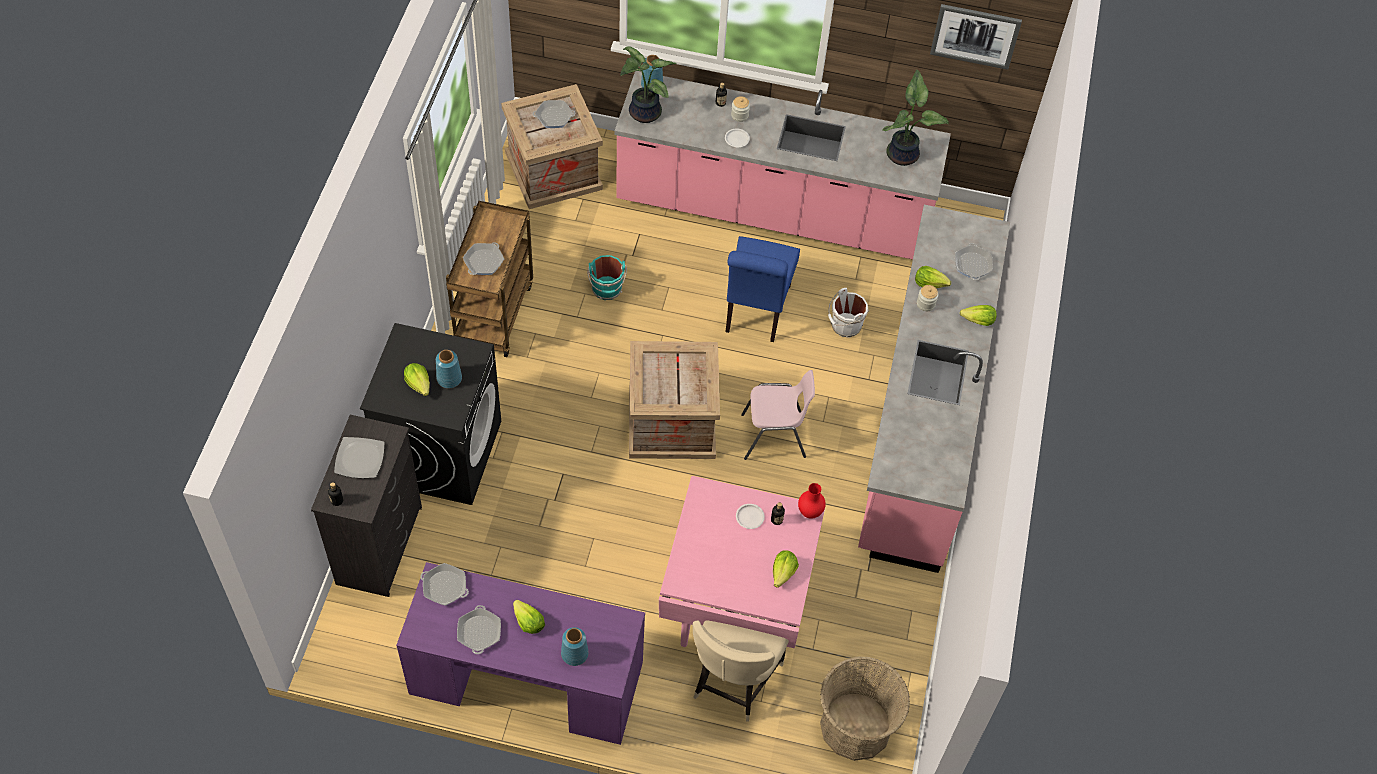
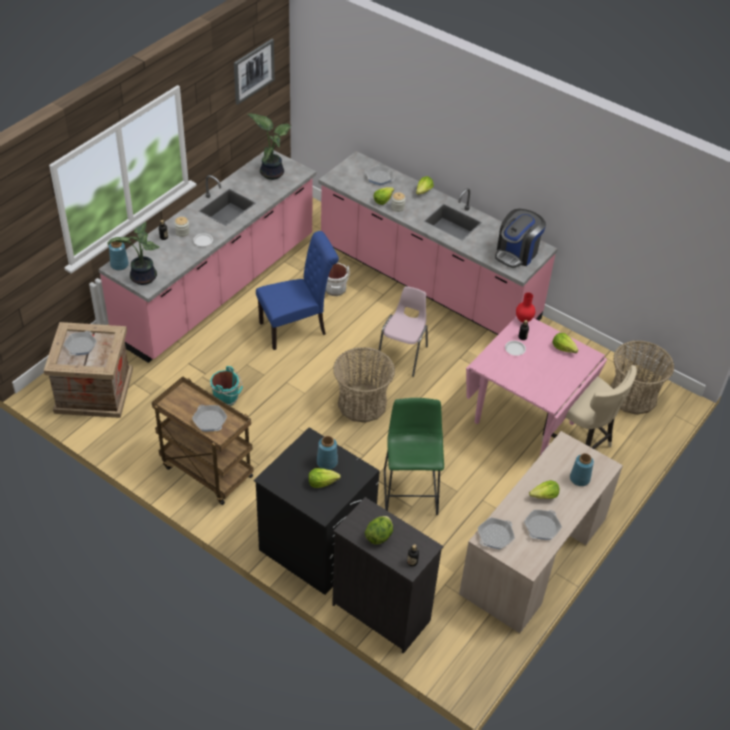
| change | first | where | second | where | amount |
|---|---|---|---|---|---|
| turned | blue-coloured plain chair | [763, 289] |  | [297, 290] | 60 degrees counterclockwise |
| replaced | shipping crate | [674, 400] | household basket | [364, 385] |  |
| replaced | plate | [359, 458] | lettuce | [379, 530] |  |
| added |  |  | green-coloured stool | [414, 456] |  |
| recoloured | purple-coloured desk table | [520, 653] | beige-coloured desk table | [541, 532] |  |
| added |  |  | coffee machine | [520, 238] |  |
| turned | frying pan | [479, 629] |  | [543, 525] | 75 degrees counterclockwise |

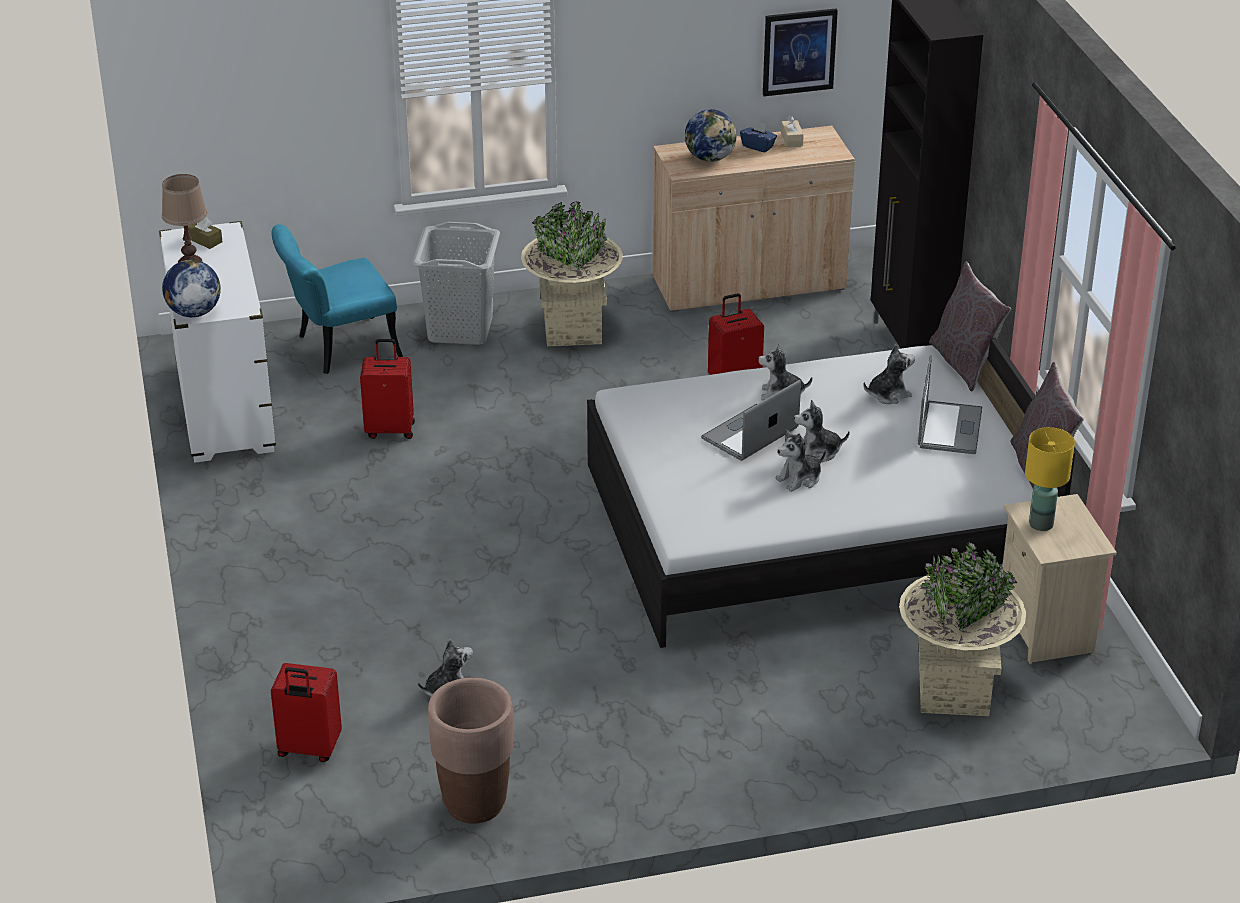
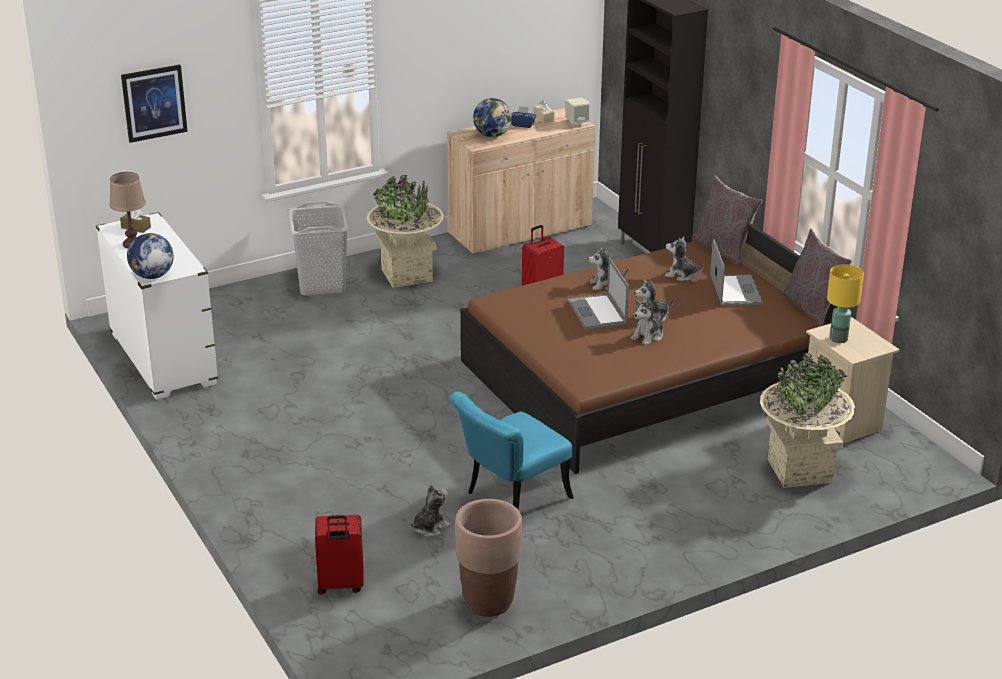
| change | first | where | second | where | amount |
|---|---|---|---|---|---|
| moved | wall art | [800, 52] |  | [154, 104] |  |
| moved | turquoise plain chair | [337, 299] |  | [512, 451] |  |
| recoloured | white-coloured sleeping bed | [831, 493] | brownish sleeping bed | [649, 349] |  |
| added |  |  | beige-coloured audio speaker | [577, 113] |  |
| turned | laptop | [751, 420] |  | [598, 293] | 45 degrees counterclockwise |
| turned | soft toy | [889, 374] |  | [684, 258] | 120 degrees counterclockwise |
| removed | red travel case | [387, 389] |  |  |  |

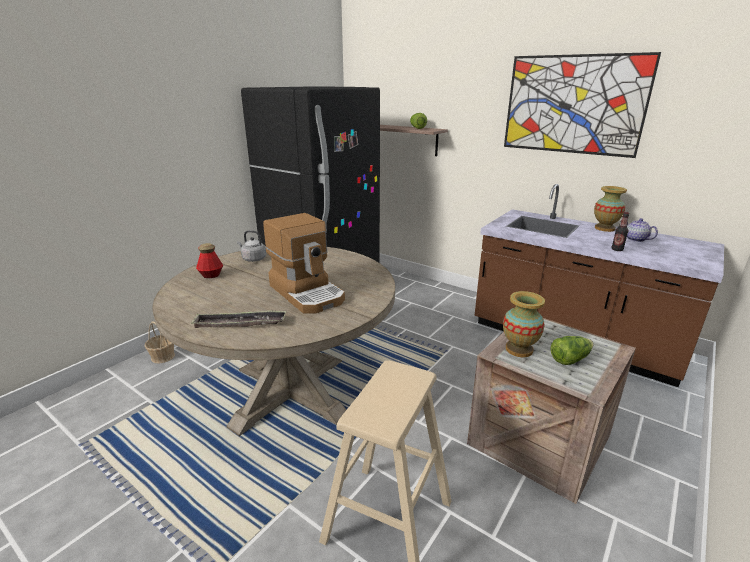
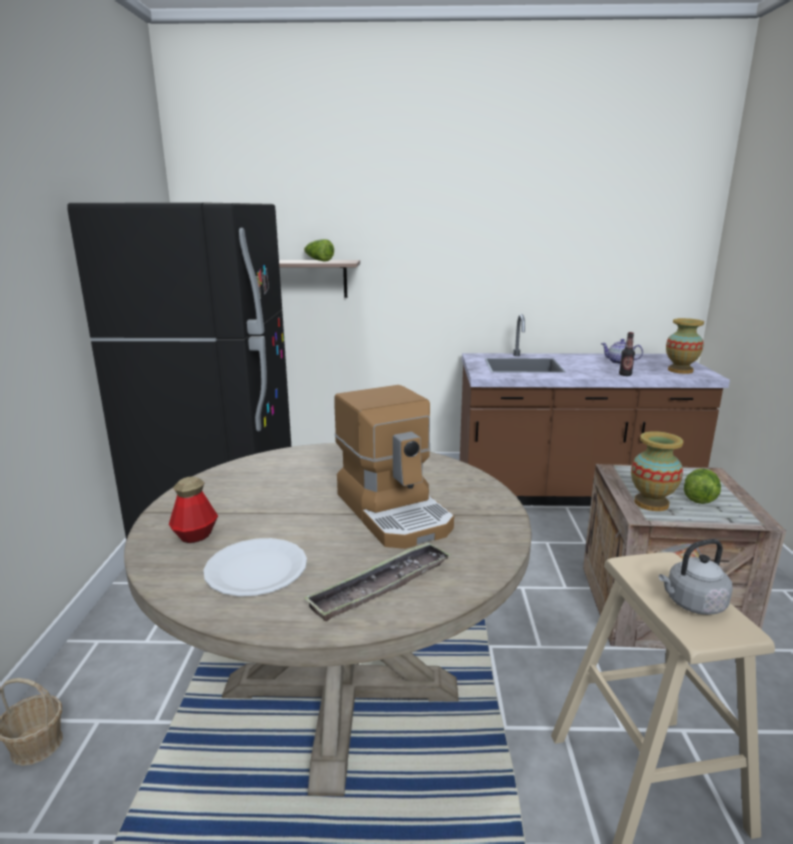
| change | first | where | second | where | amount |
|---|---|---|---|---|---|
| added |  |  | white-coloured plate | [255, 567] |  |
| turned | coffee machine | [304, 263] |  | [394, 467] | 45 degrees clockwise |
| moved | greyish water kettle | [251, 246] |  | [695, 577] |  |
| moved | decorative vase | [610, 209] |  | [685, 346] |  |
| removed | wall art | [582, 105] |  |  |  |

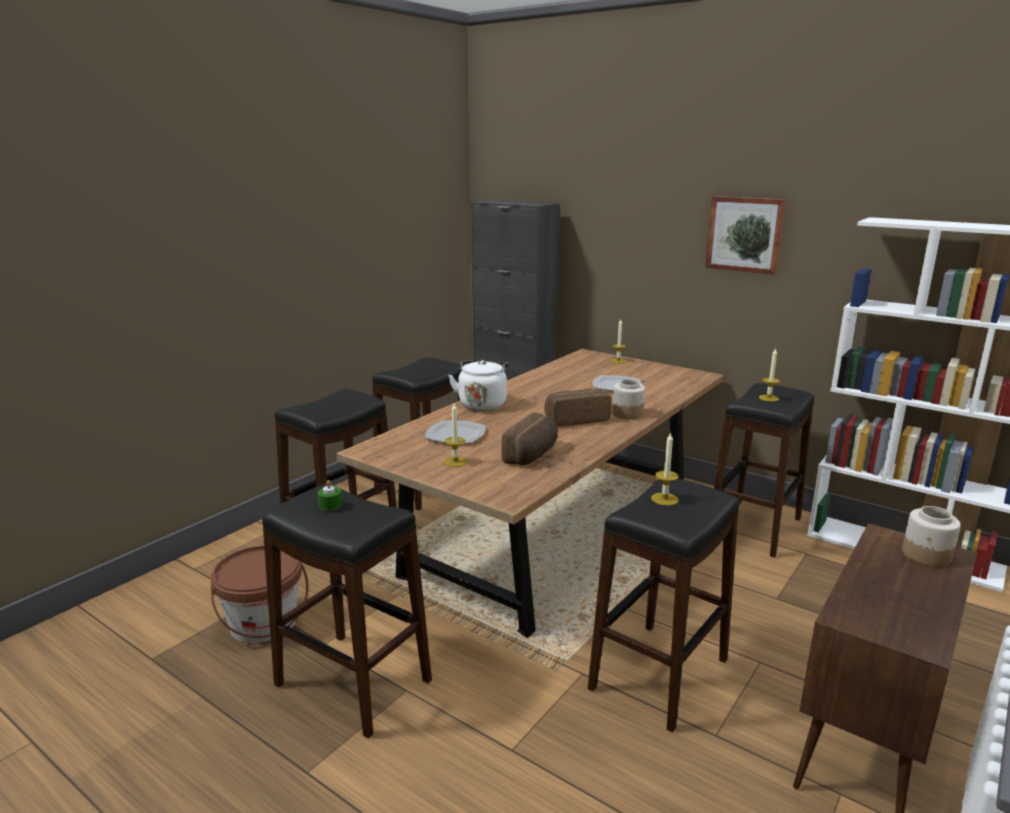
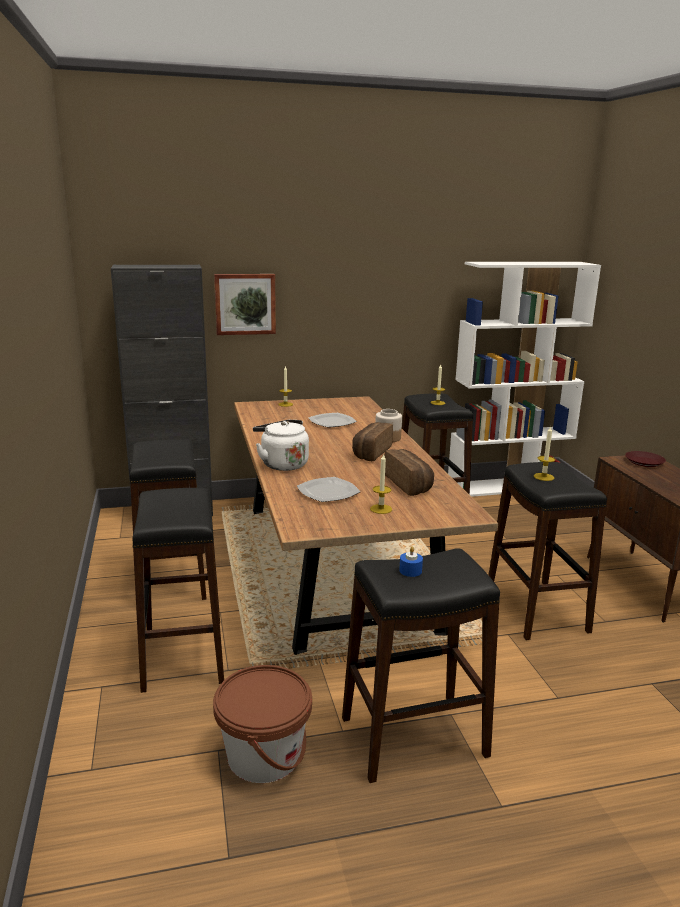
| change | first | where | second | where | amount |
|---|---|---|---|---|---|
| moved | wall art | [745, 235] |  | [245, 304] |  |
| recoloured | green-coloured candle | [330, 495] | blue-coloured candle | [411, 562] |  |
| replaced | preserve jar | [931, 536] | brownish plate | [645, 459] |  |

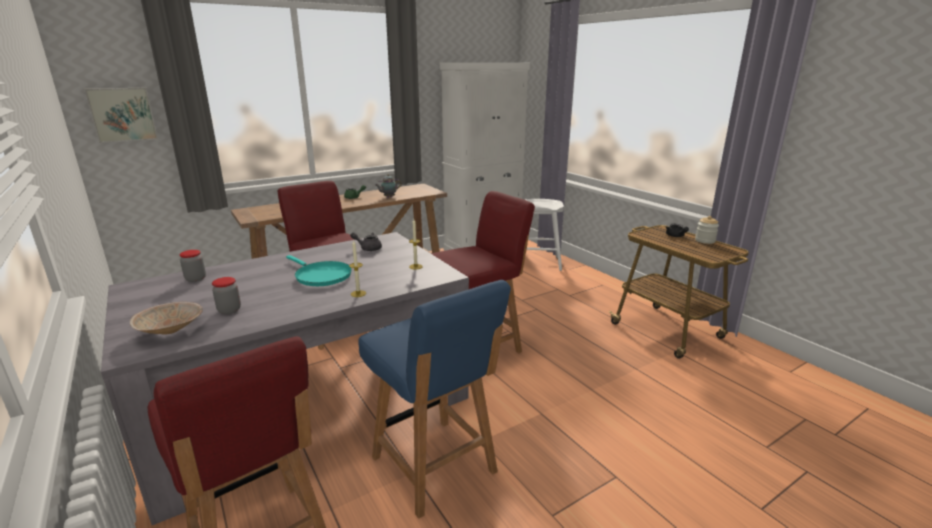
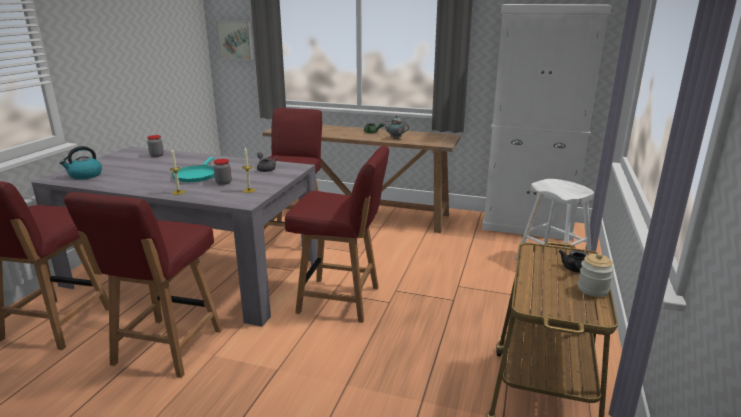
| change | first | where | second | where | amount |
|---|---|---|---|---|---|
| replaced | beige-coloured bowl | [166, 318] | water kettle | [80, 163] |  |
| recoloured | blue-coloured plain chair | [434, 399] | red plain chair | [143, 285] |  |
| moved | preserve jar | [226, 295] |  | [223, 172] |  |

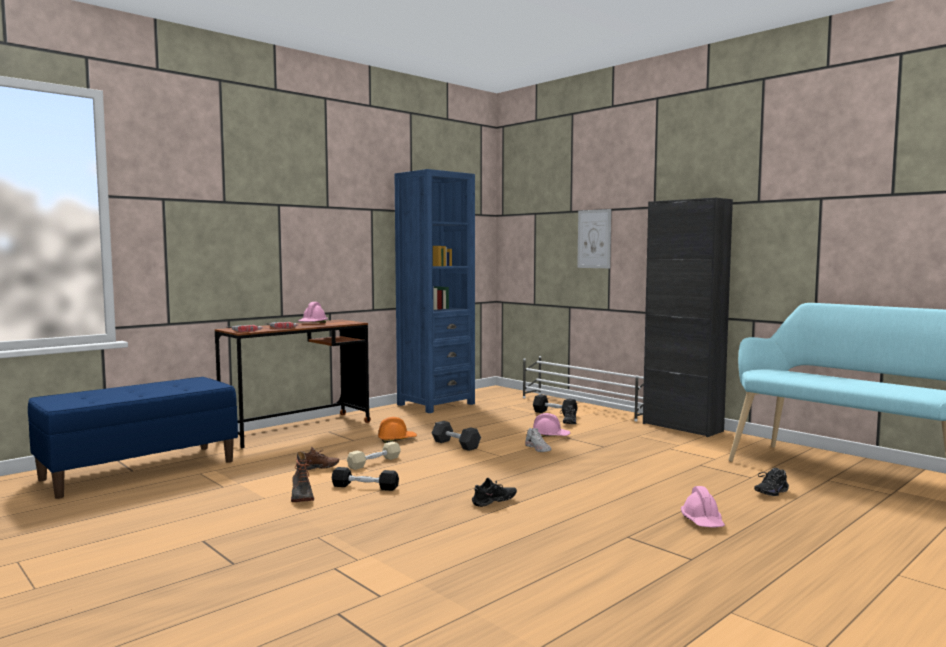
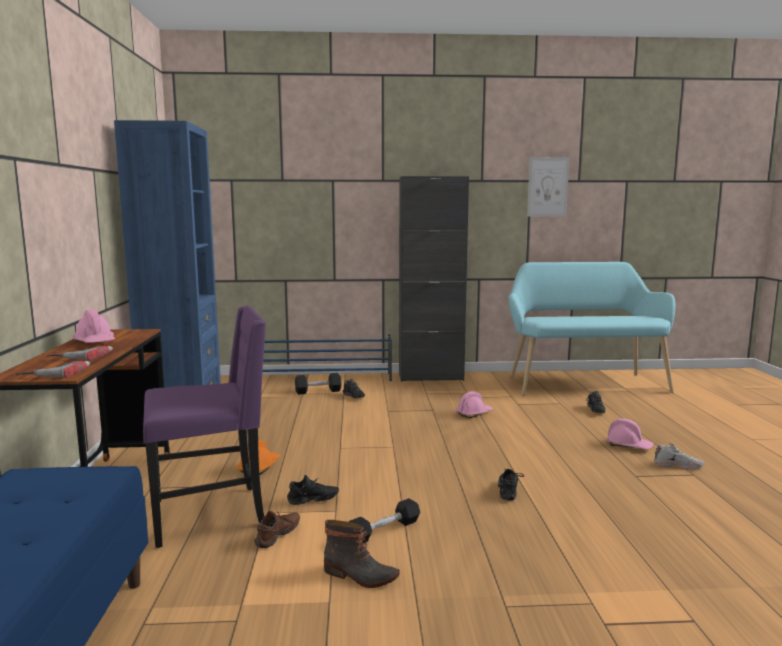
| change | first | where | second | where | amount |
|---|---|---|---|---|---|
| added |  |  | purple-coloured plain chair | [204, 427] |  |
| recoloured | white-coloured shoe rack | [583, 388] | blue-coloured shoe rack | [327, 357] |  |
| replaced | beige-coloured free weight | [374, 456] | black-coloured low shoe | [313, 490] |  |
| moved | pinkish work helmet | [551, 425] |  | [474, 404] |  |
| moved | wall art | [594, 238] |  | [548, 186] |  |
| moved | white-coloured low shoe | [538, 440] |  | [679, 456] |  |
| removed | black-coloured free weight | [456, 436] |  |  |  |

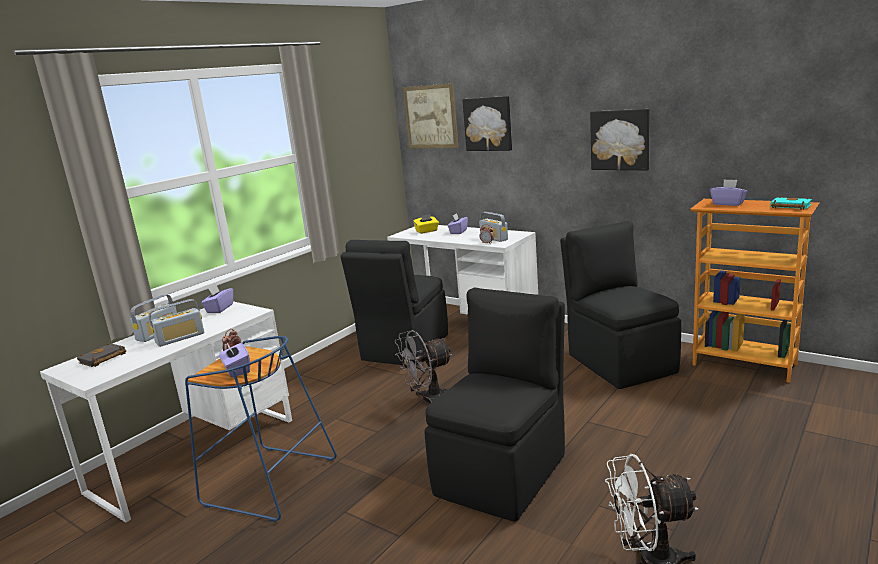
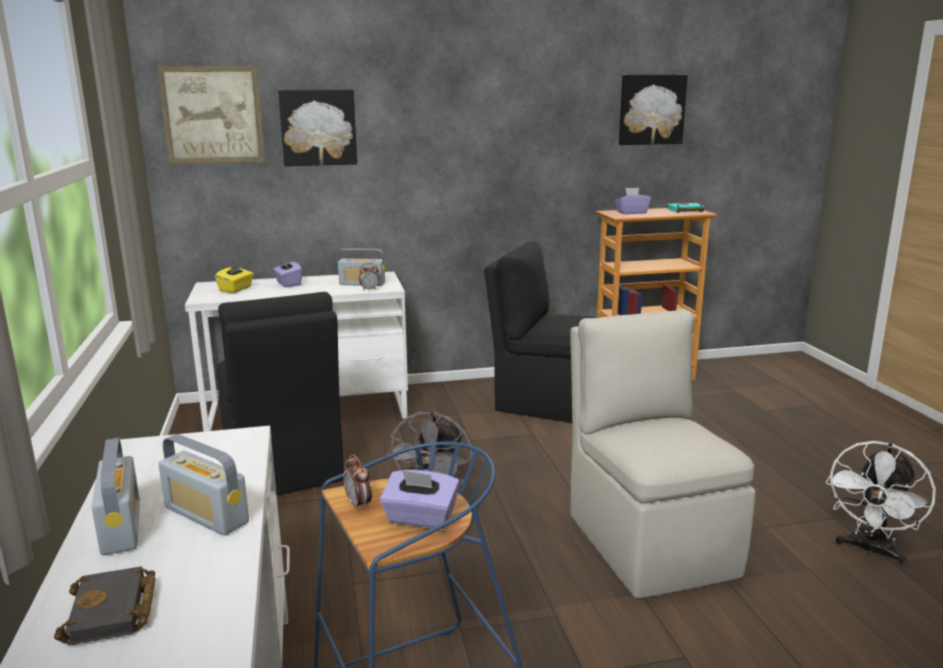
| change | first | where | second | where | amount |
|---|---|---|---|---|---|
| turned | radio | [176, 323] |  | [203, 484] | 120 degrees clockwise |
| recoloured | black-coloured plain chair | [494, 404] | beige-coloured plain chair | [663, 454] |  |
| moved | wall art | [620, 139] |  | [653, 110] |  |
| removed | purple-coloured tissue box | [217, 298] |  |  |  |

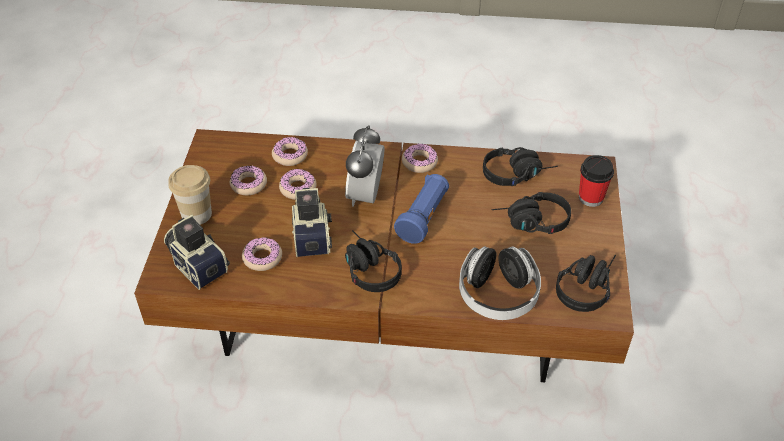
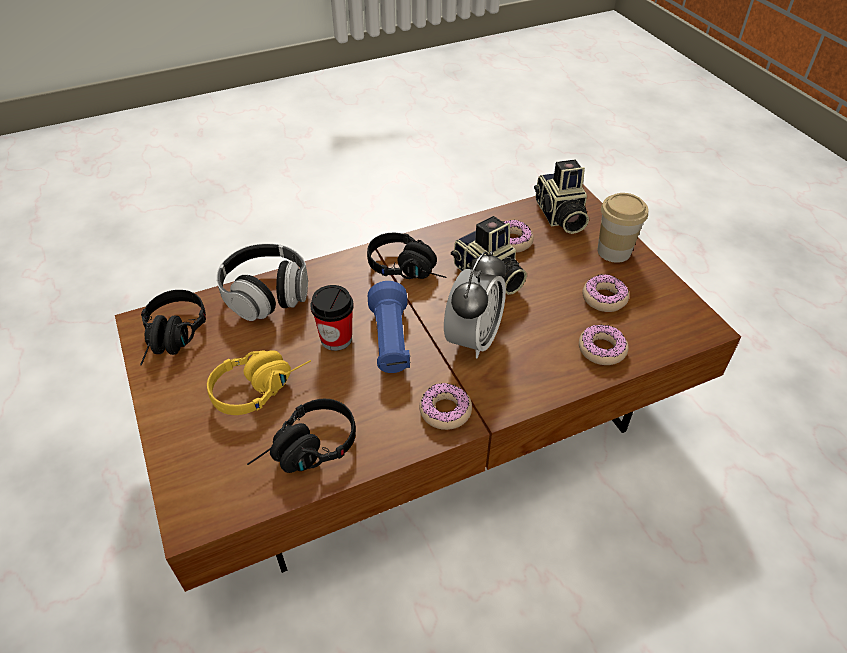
| change | first | where | second | where | amount |
|---|---|---|---|---|---|
| recoloured | black-coloured headset | [531, 213] | yellow headset | [259, 382] |  |
| moved | small cup | [596, 181] |  | [332, 318] |  |
| turned | alarm clock | [365, 166] |  | [475, 305] | 45 degrees clockwise |
| turned | still camera | [197, 252] |  | [561, 197] | 60 degrees clockwise |
| removed | donut | [298, 184] |  |  |  |

